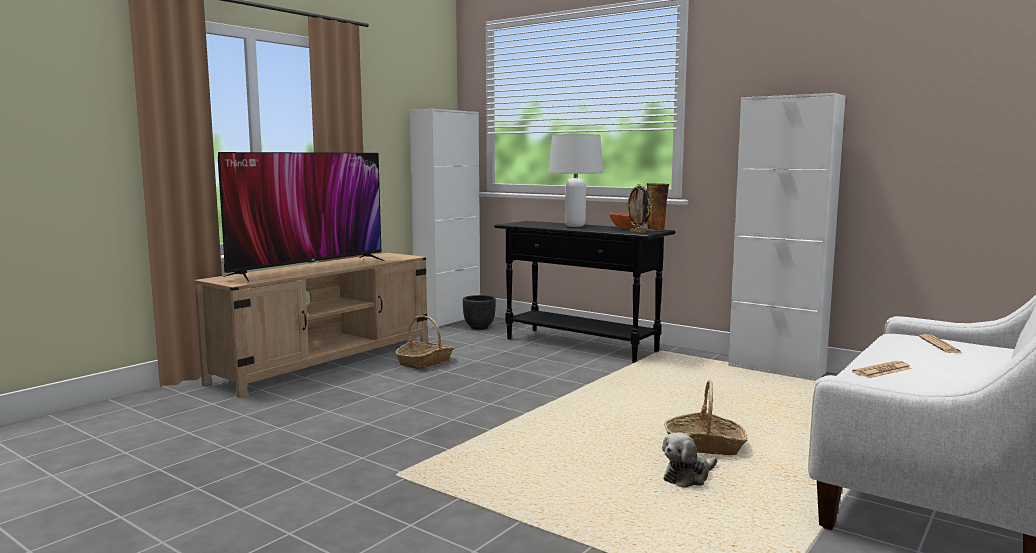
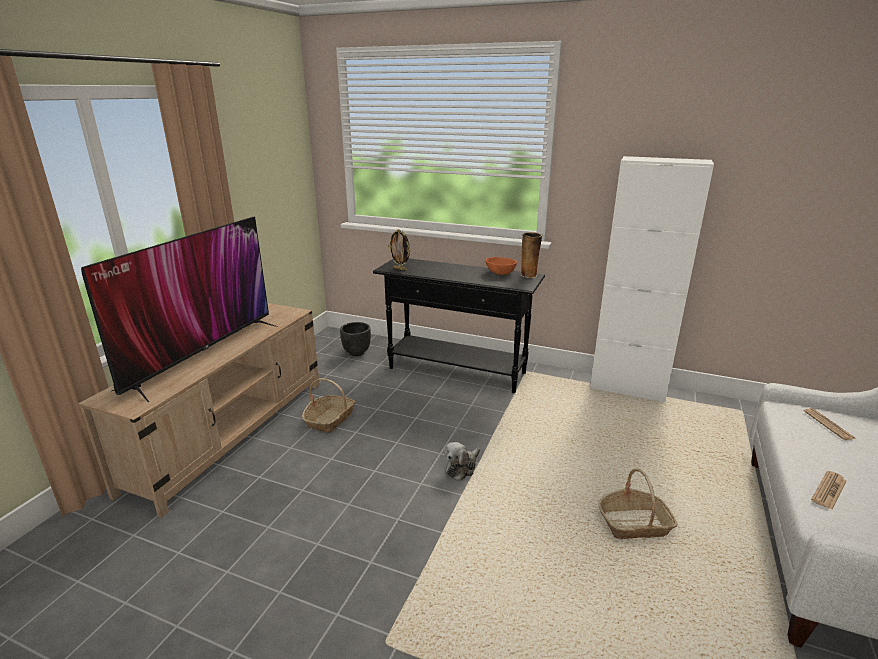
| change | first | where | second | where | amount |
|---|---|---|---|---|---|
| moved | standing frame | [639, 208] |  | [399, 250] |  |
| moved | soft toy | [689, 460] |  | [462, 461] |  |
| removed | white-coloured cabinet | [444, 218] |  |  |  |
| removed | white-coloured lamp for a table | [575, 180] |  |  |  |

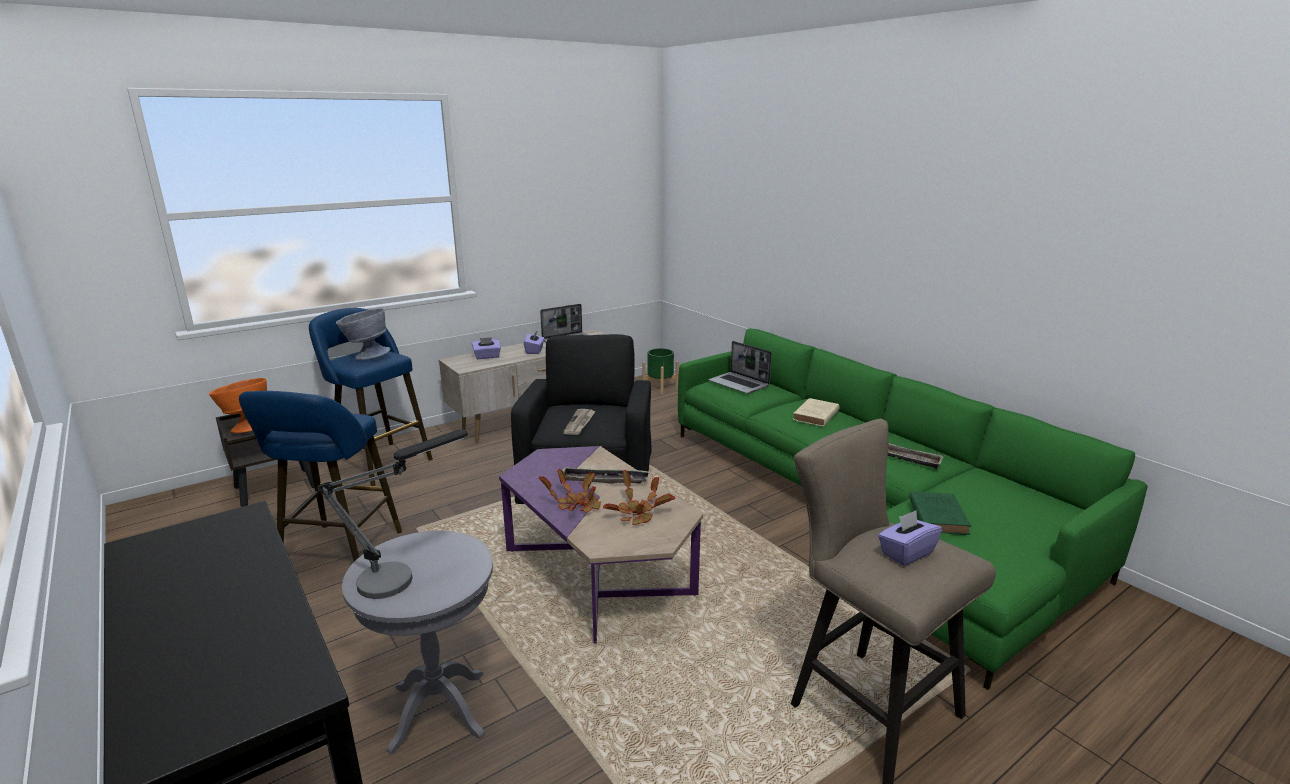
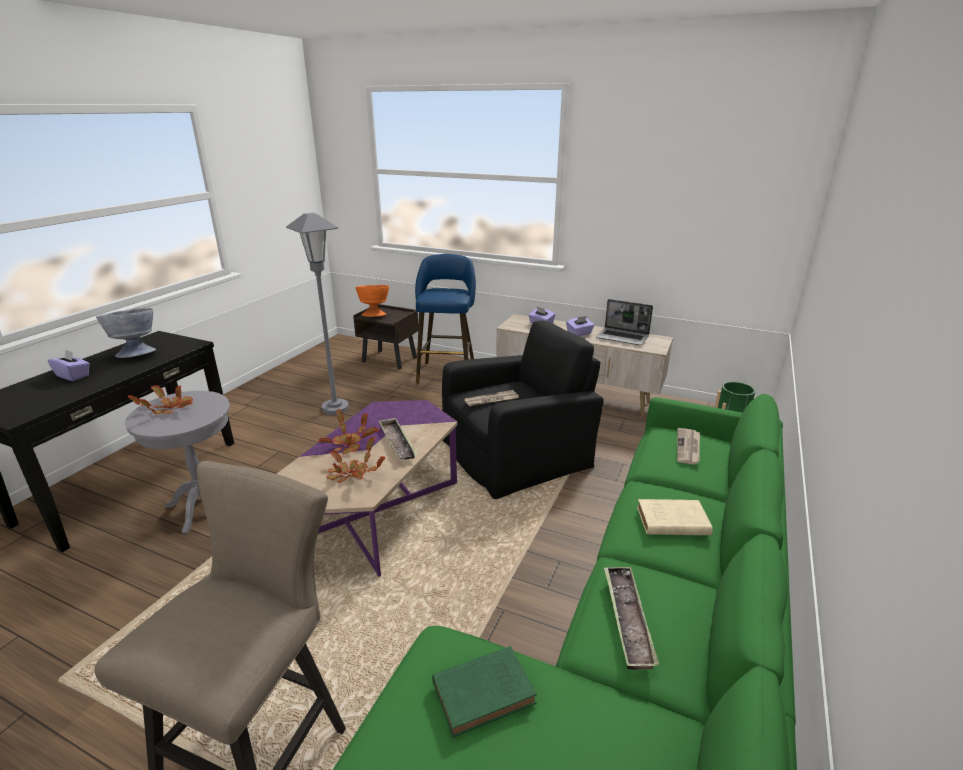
| change | first | where | second | where | amount |
|---|---|---|---|---|---|
| moved | purple-coloured tissue box | [910, 538] |  | [69, 365] |  |
| moved | greyish bowl | [363, 334] |  | [126, 333] |  |
| replaced | lamp for a table | [392, 514] | plant in a pot | [160, 399] |  |
| replaced | blue-coloured stool | [320, 476] | greyish floor lamp | [317, 314] |  |
| replaced | laptop | [740, 367] | printed paper | [688, 446] |  |

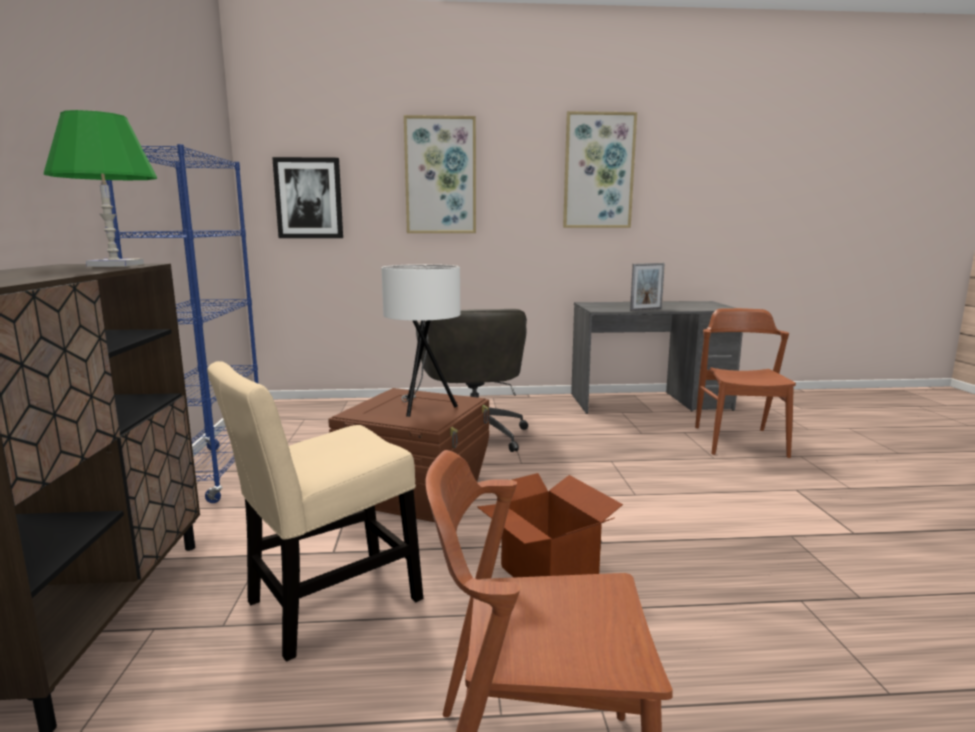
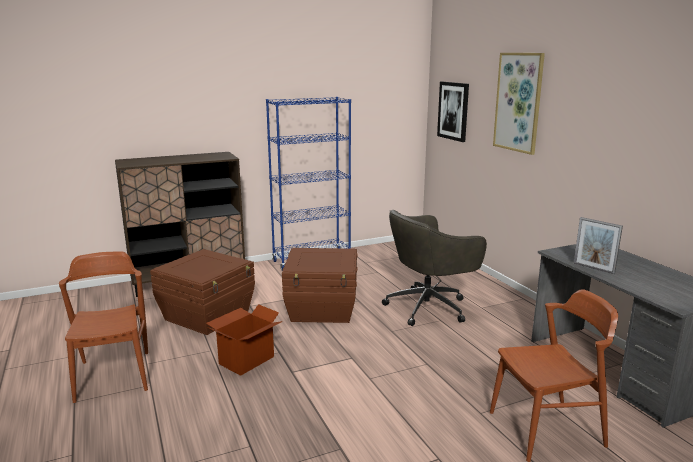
| change | first | where | second | where | amount |
|---|---|---|---|---|---|
| replaced | beige-coloured plain chair | [315, 511] | brownish storage bin | [202, 292] |  |
| removed | green-coloured lamp for a table | [100, 188] |  |  |  |
| removed | white-coloured lamp for a table | [420, 340] |  |  |  |
| removed | wall art | [600, 169] |  |  |  |

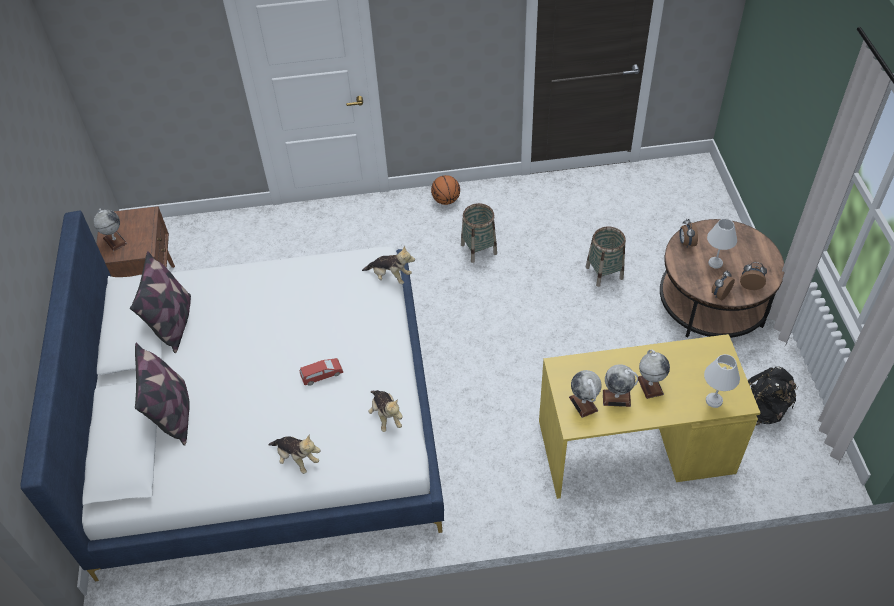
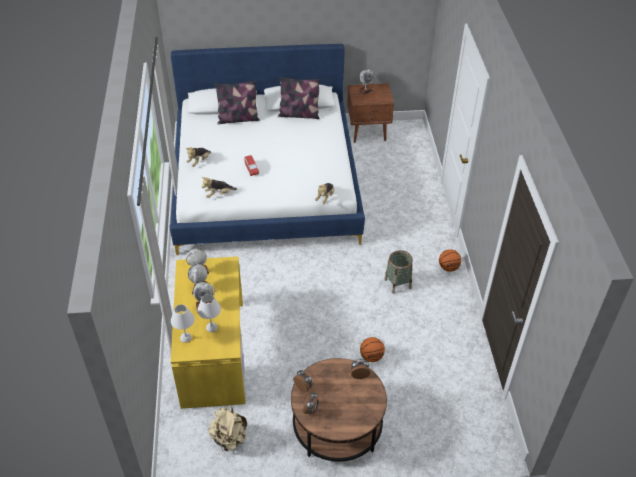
| change | first | where | second | where | amount |
|---|---|---|---|---|---|
| moved | white-coloured lamp for a table | [722, 244] |  | [209, 313] |  |
| recoloured | black-coloured rucksack | [773, 396] | beige-coloured rucksack | [227, 429] |  |
| replaced | household basket | [606, 257] | ball for basketball | [372, 349] |  |

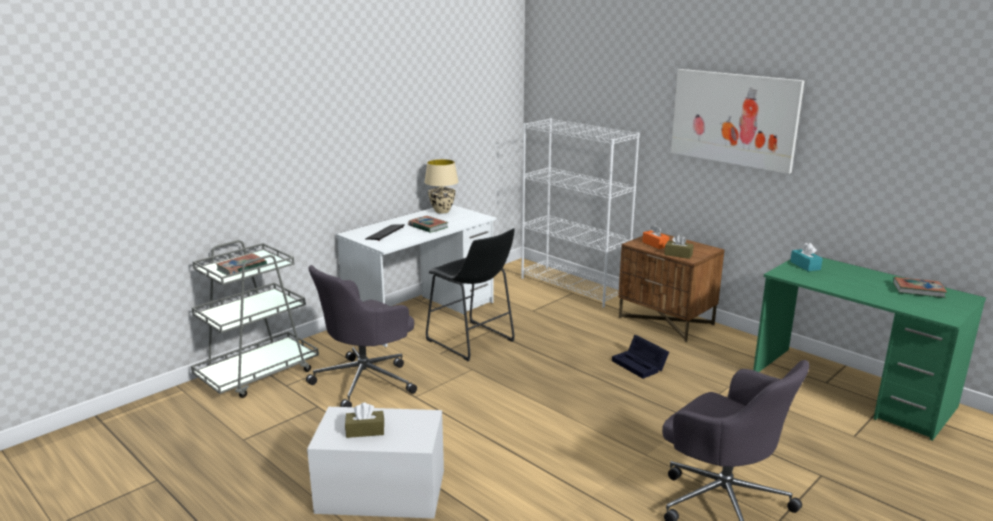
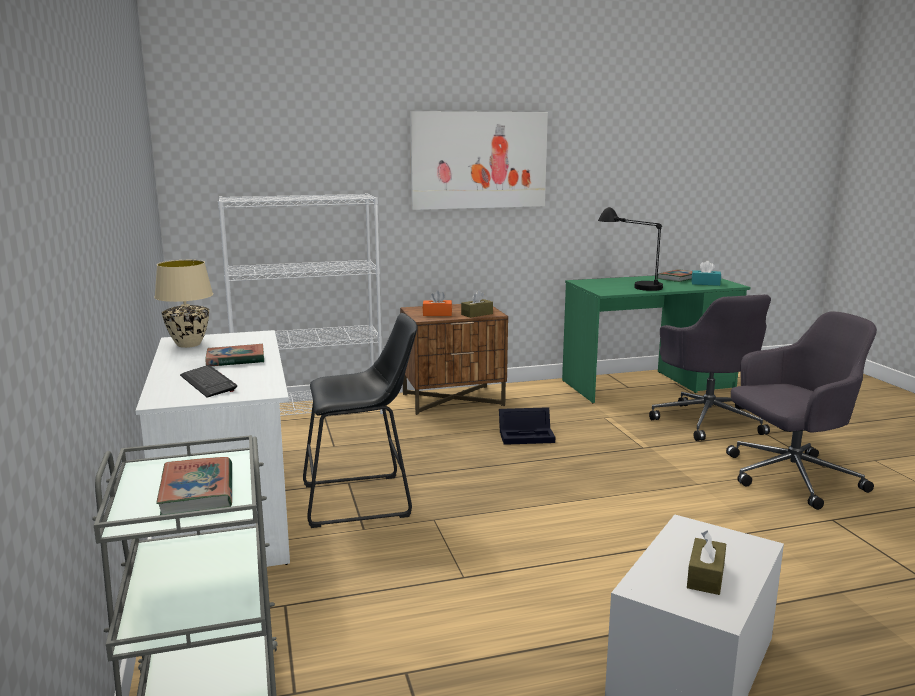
| change | first | where | second | where | amount |
|---|---|---|---|---|---|
| added |  |  | black-coloured lamp for a table | [630, 249] |  |
| moved | greyish office chair | [361, 336] |  | [710, 367] |  |
| moved | turquoise tissue box | [806, 257] |  | [706, 273] |  |

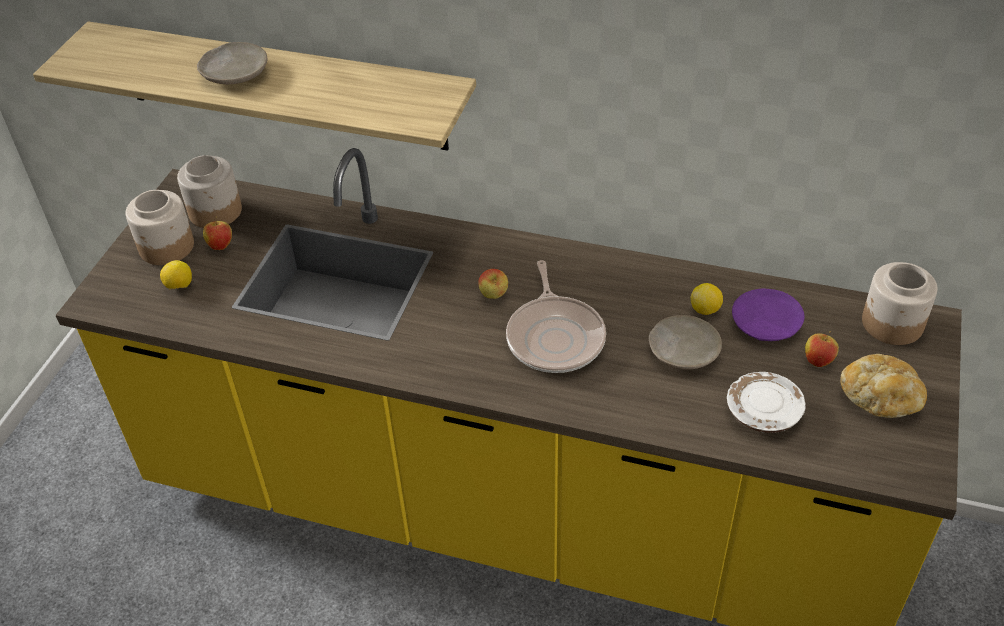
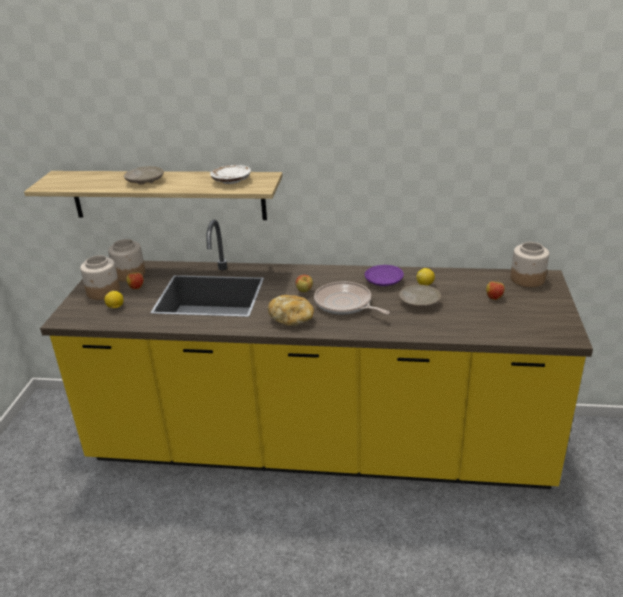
| change | first | where | second | where | amount |
|---|---|---|---|---|---|
| moved | white-coloured plate | [766, 402] |  | [230, 174] |  |
| moved | baked bread | [883, 386] |  | [291, 310] |  |
| turned | frying pan | [556, 316] |  | [352, 298] | 150 degrees clockwise |
| moved | purple-coloured plate | [768, 315] |  | [384, 275] |  |

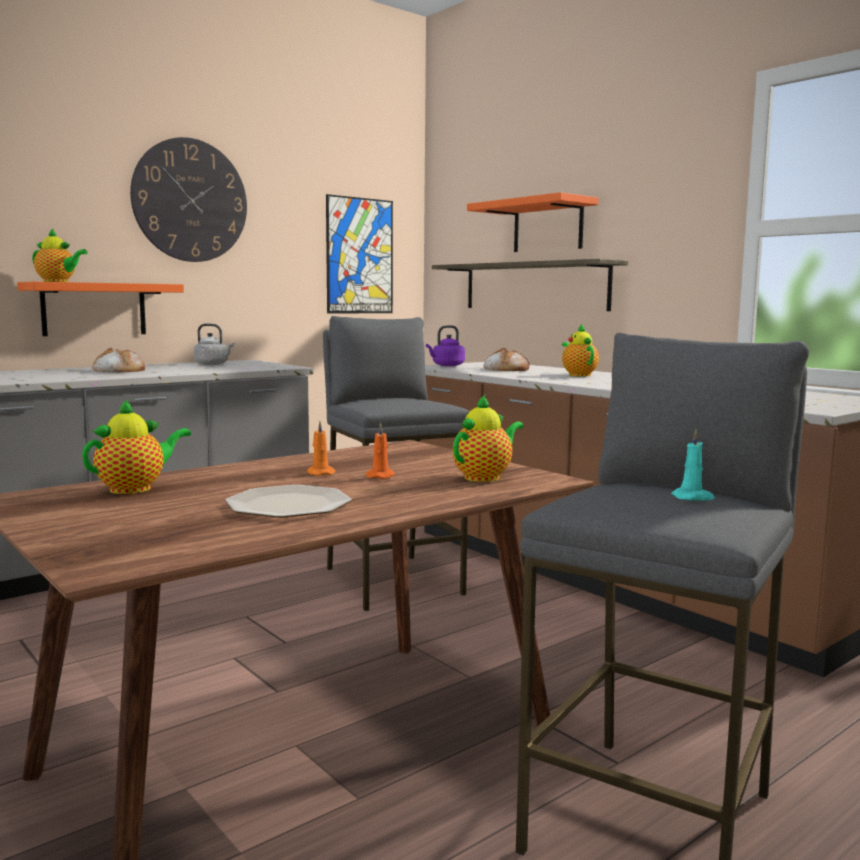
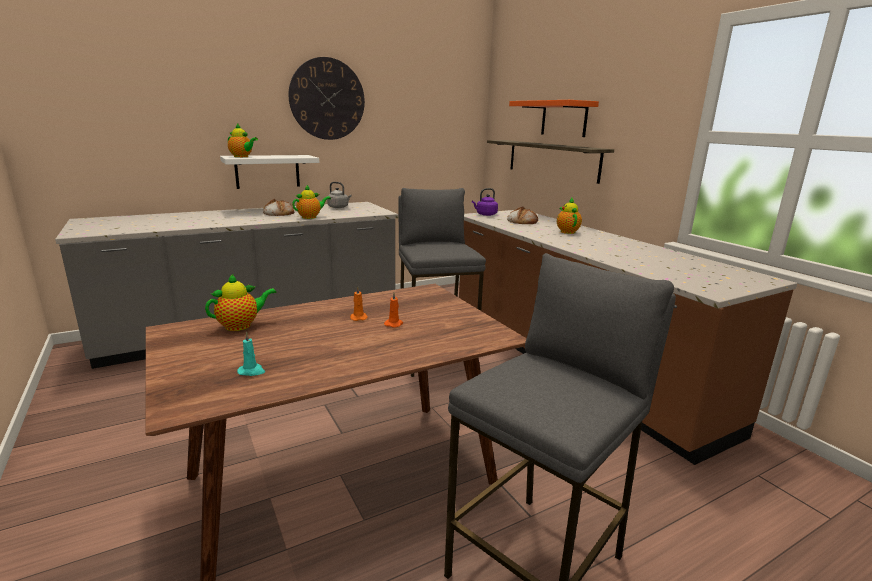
| change | first | where | second | where | amount |
|---|---|---|---|---|---|
| recoloured | orange-coloured bracket shelf | [100, 309] | white-coloured bracket shelf | [269, 172] |  |
| moved | turquoise candle | [693, 465] |  | [251, 354] |  |
| moved | teapot | [488, 438] |  | [311, 202] |  |
| removed | plate | [288, 501] |  |  |  |
| removed | wall art | [359, 254] |  |  |  |

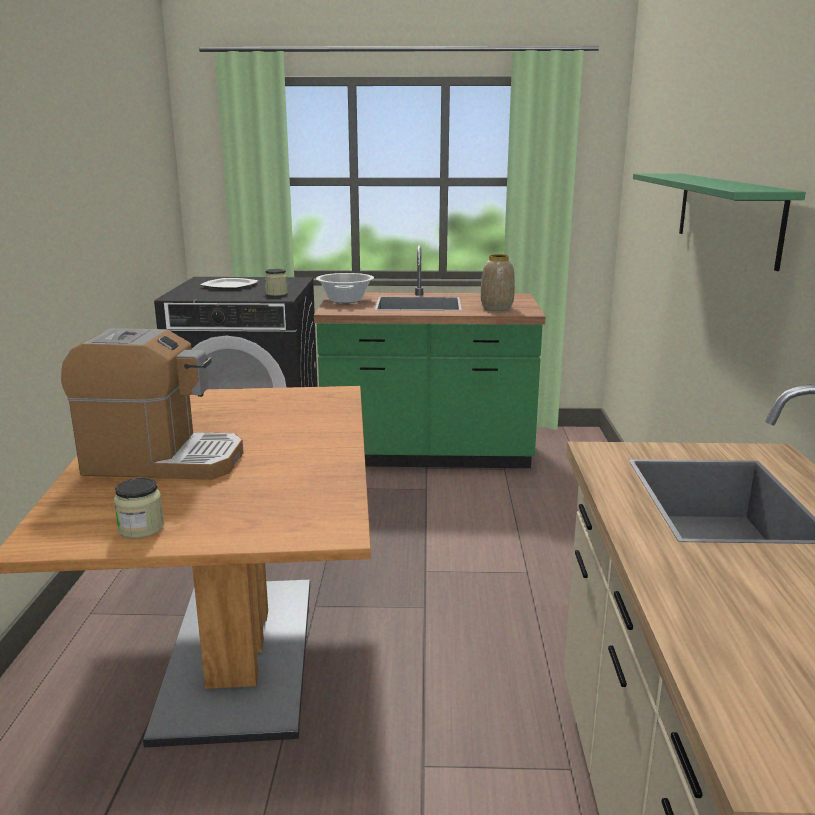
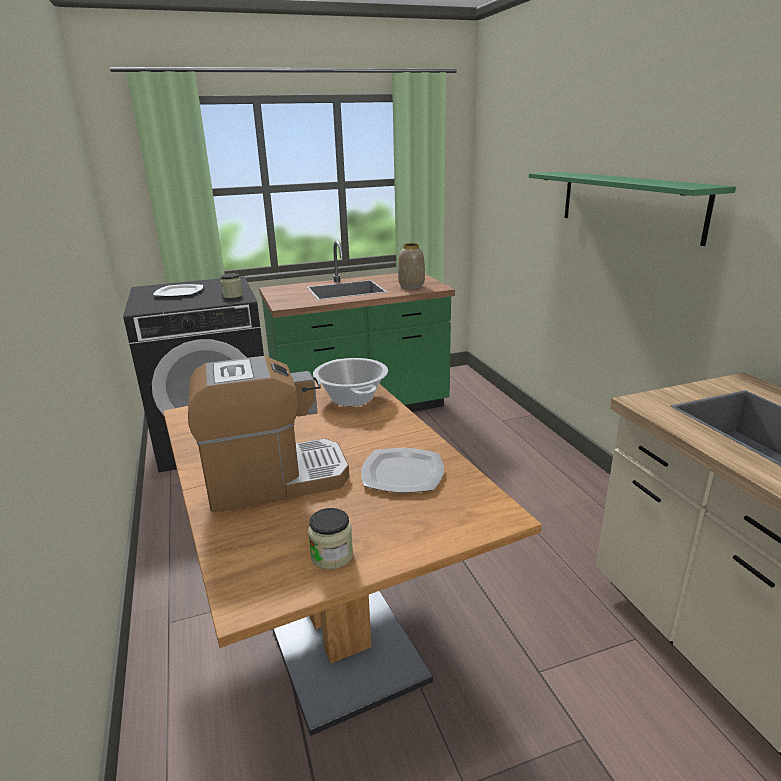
| change | first | where | second | where | amount |
|---|---|---|---|---|---|
| moved | stockpot | [345, 288] |  | [350, 382] |  |
| added |  |  | plate | [402, 470] |  |

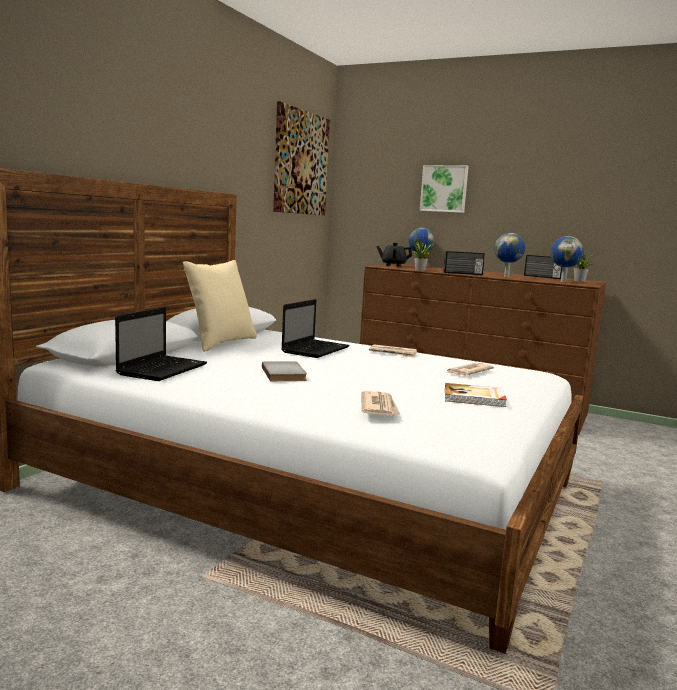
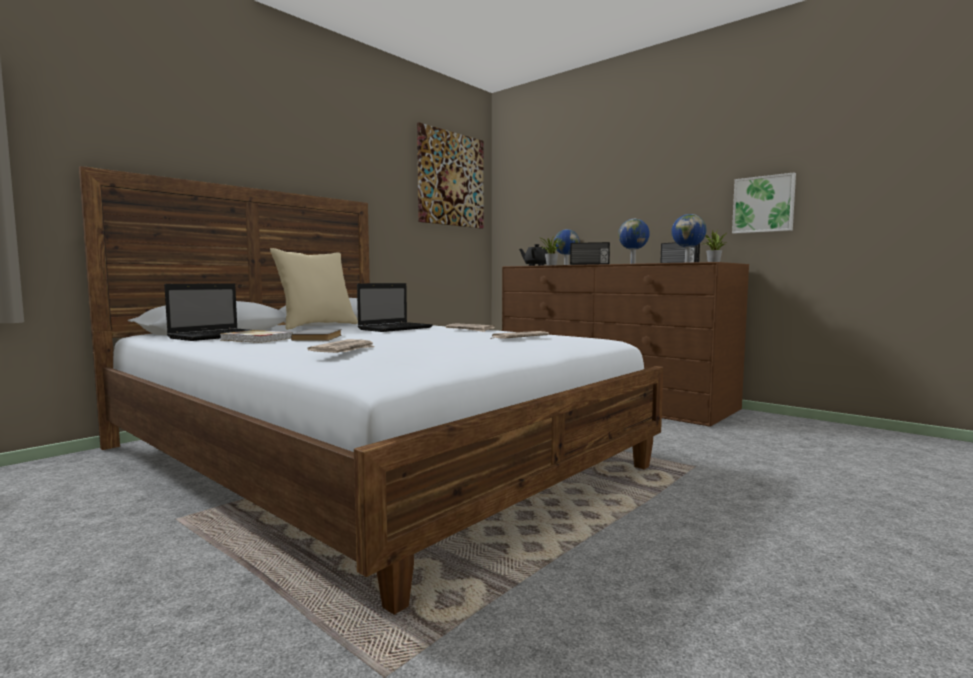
| change | first | where | second | where | amount |
|---|---|---|---|---|---|
| moved | book | [476, 395] |  | [256, 336] |  |
| moved | wall art | [444, 189] |  | [764, 203] |  |

